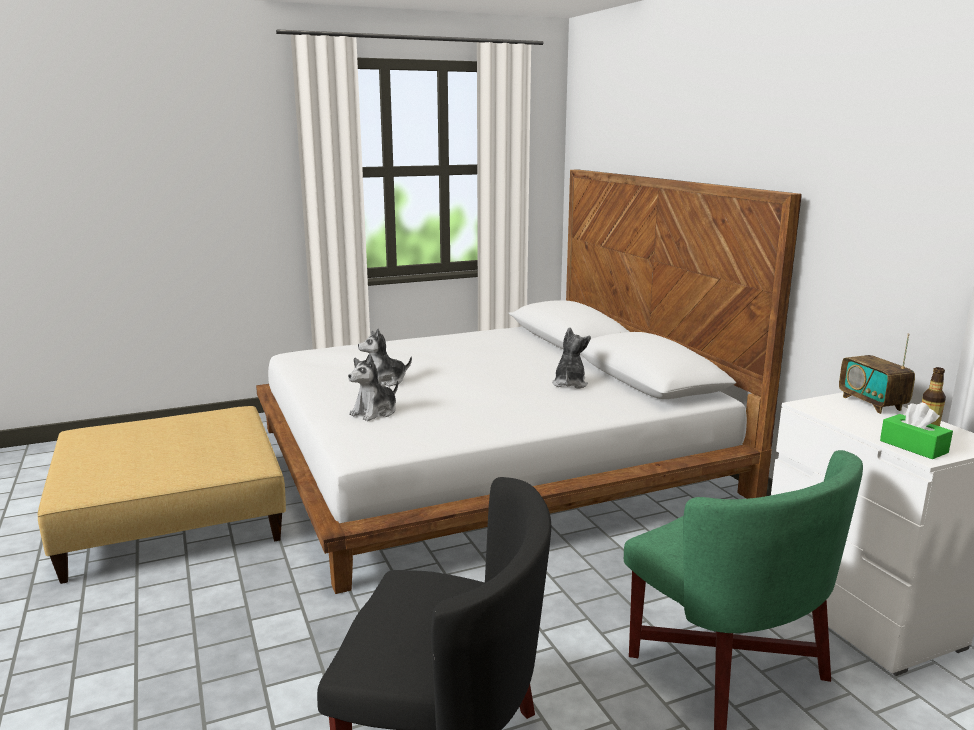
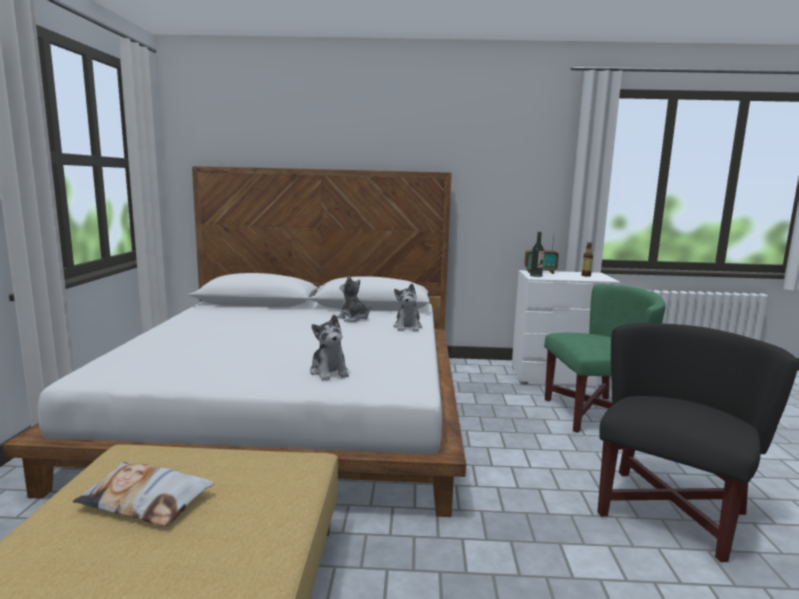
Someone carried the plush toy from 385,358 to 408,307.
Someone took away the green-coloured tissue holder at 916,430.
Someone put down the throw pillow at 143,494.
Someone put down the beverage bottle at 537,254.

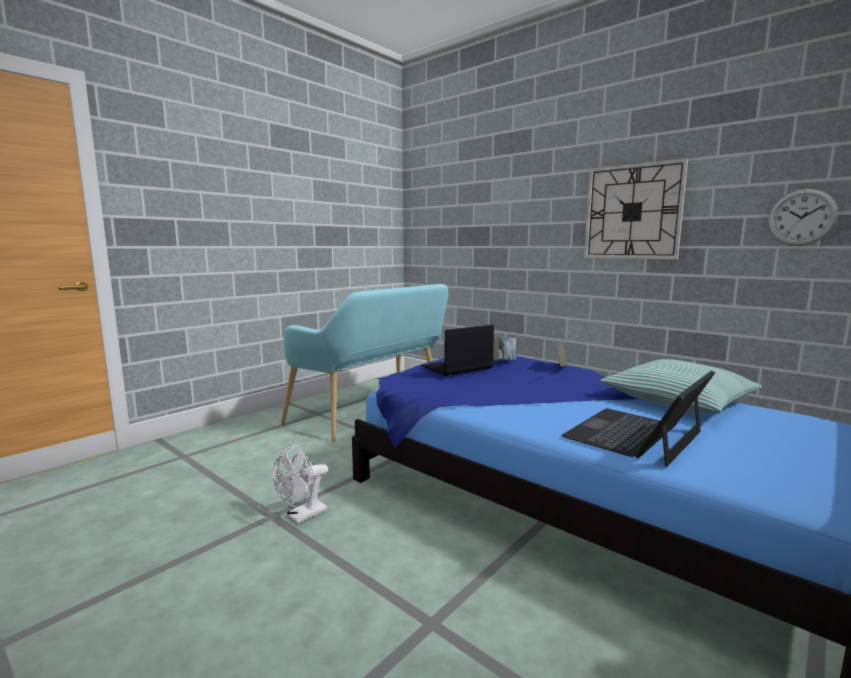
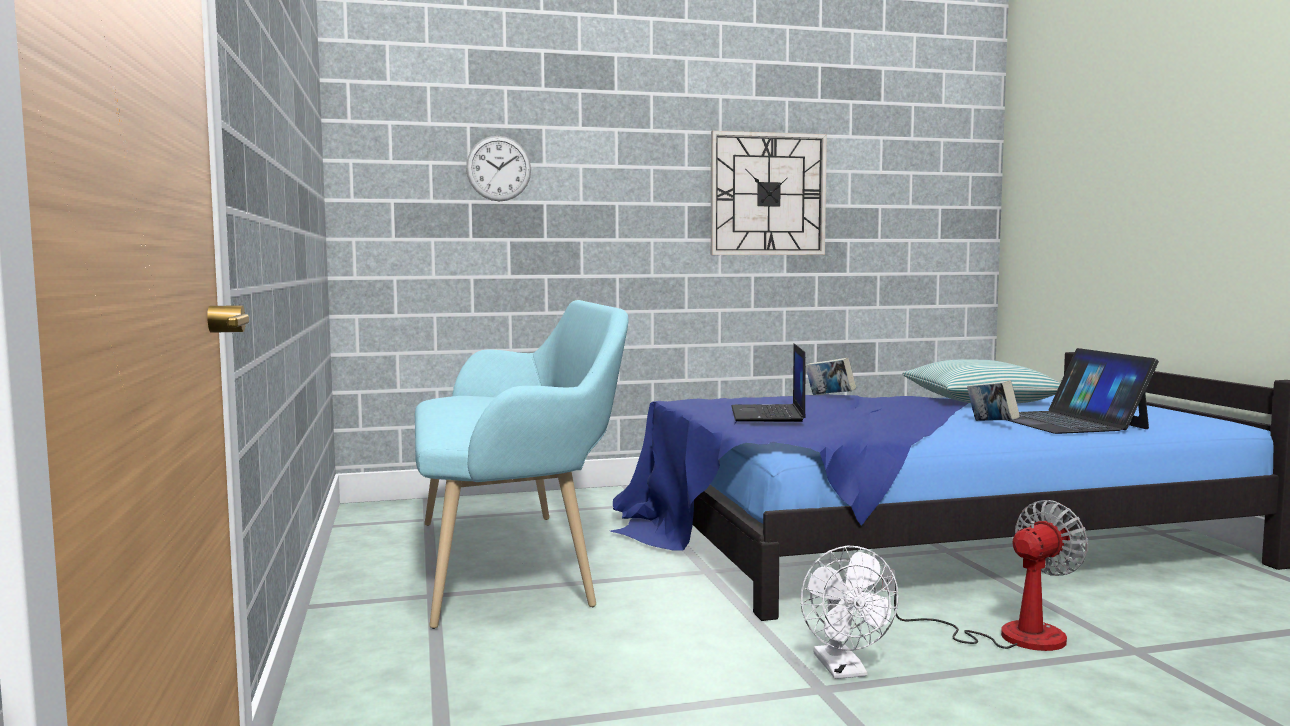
Someone carried the book from 505,349 to 993,400.
Someone carried the wall clock from 803,217 to 498,168.
Someone put down the electric fan at 985,575.

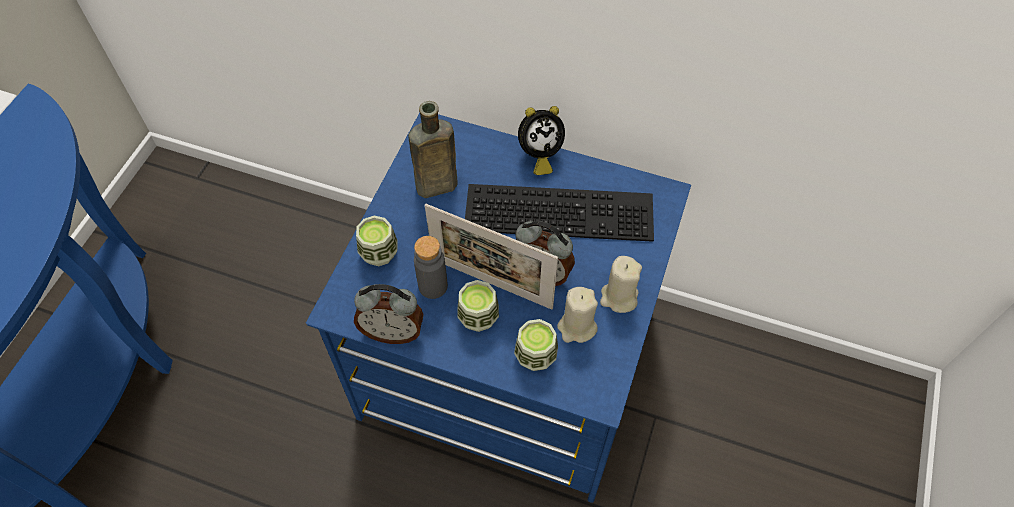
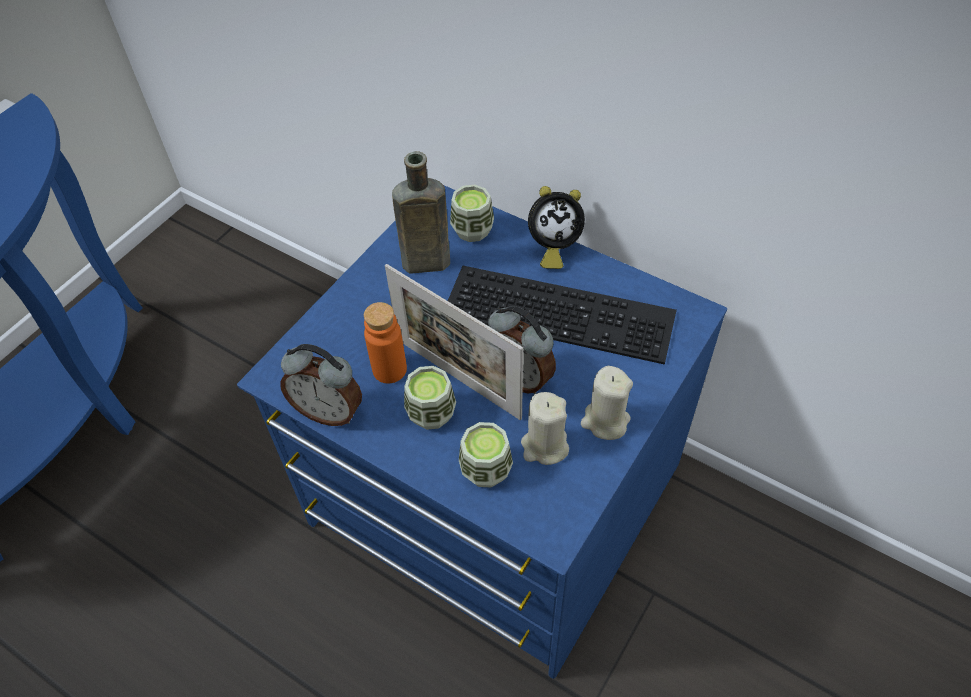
Someone carried the cup from 377,241 to 472,213.
Someone repainted the gray beverage bottle at 431,267, which became the orangey beverage bottle at 385,342.

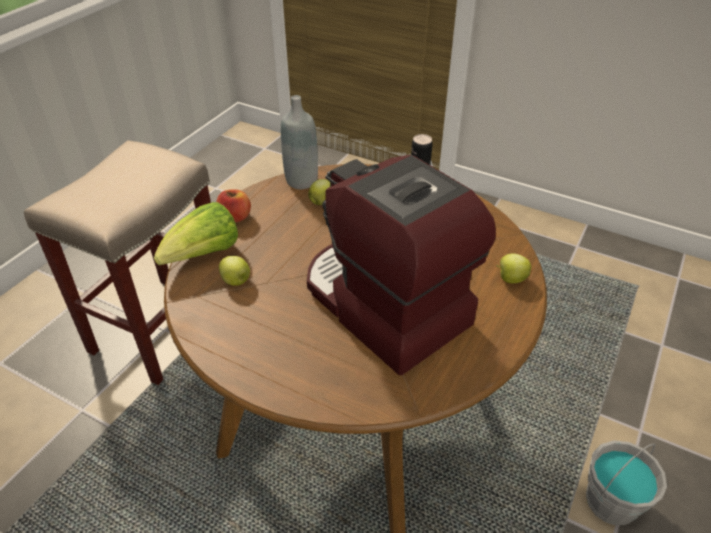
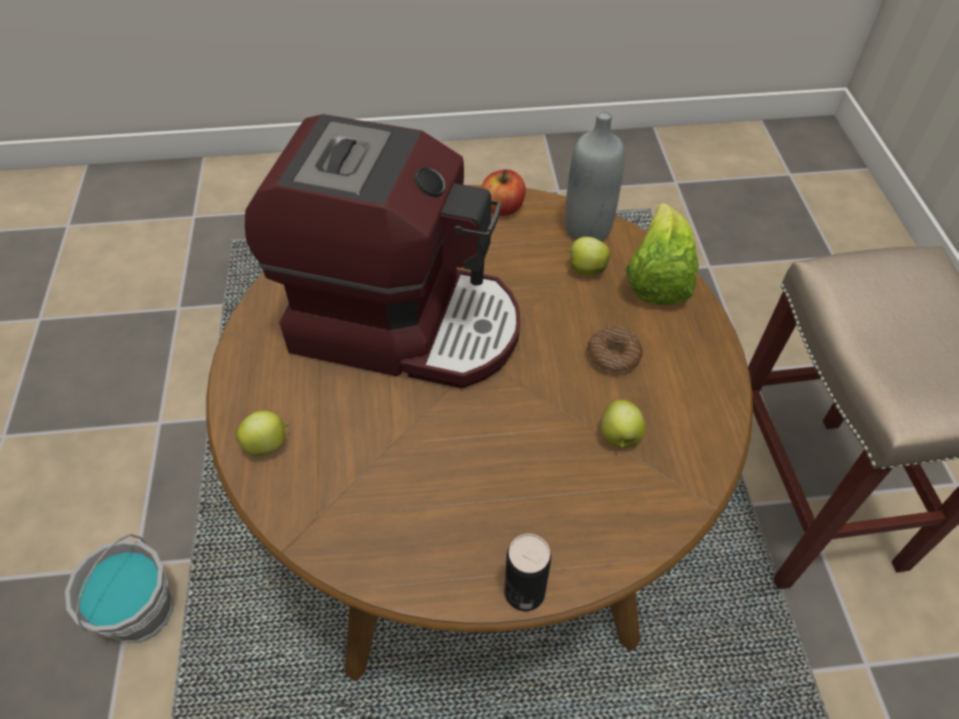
Someone carried the apple fruit from 233,205 to 503,192.
Someone carried the gray beverage bottle from 299,142 to 594,176.
Someone put down the ring doughnut at 615,350.

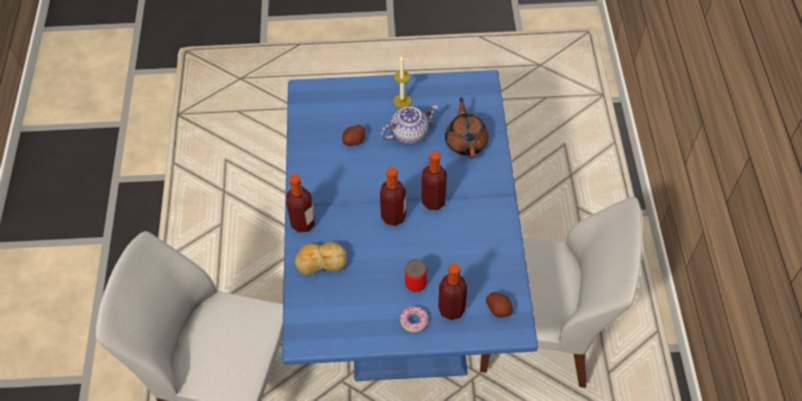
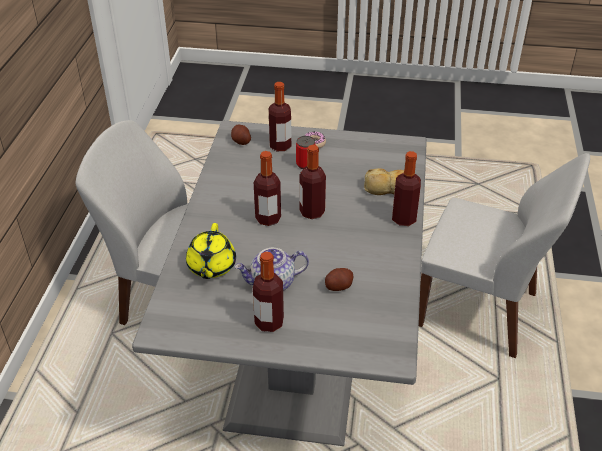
Someone repainted the blue dinner table at 410,225, which became the gray dinner table at 279,283.
Someone swapped the wax candle at 402,81 for the beverage bottle at 268,292.
Someone repainted the brown-coloured teapot at 466,128, which became the yellowish teapot at 211,251.

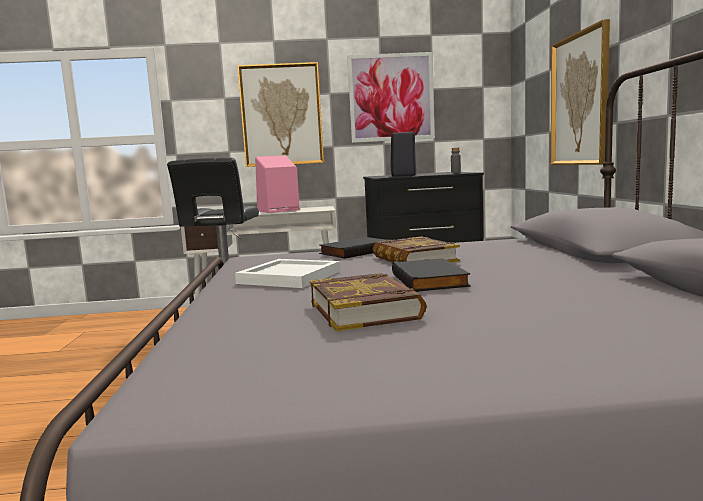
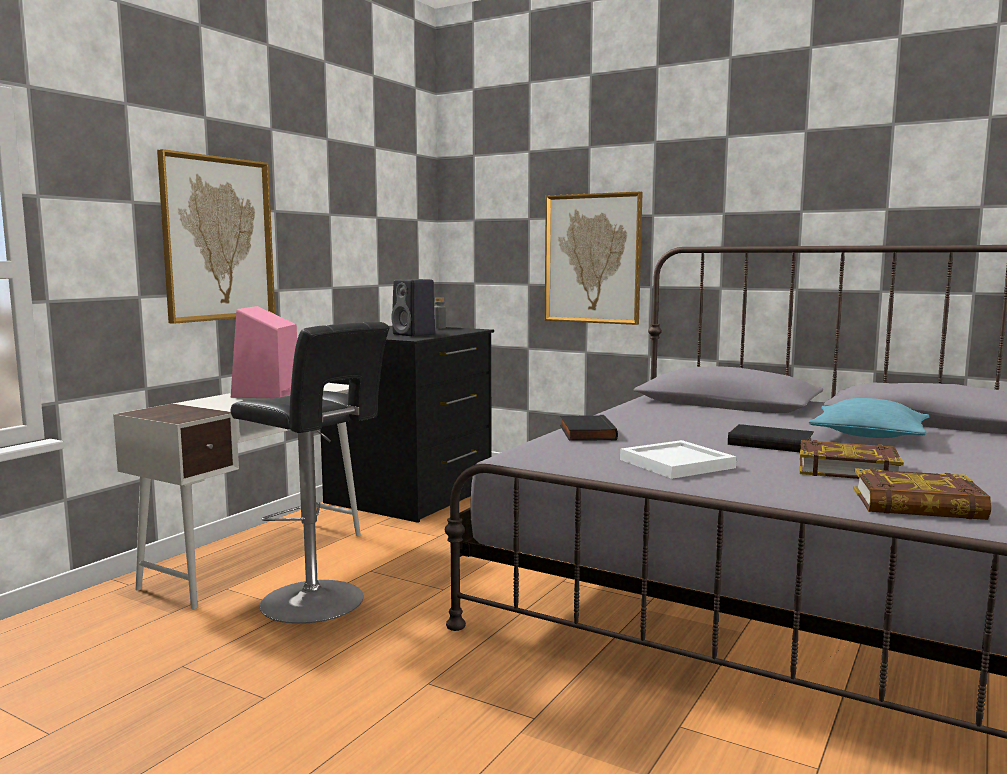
Someone took away the wall art at 391,97.
Someone carried the book from 416,249 to 922,494.
Someone put down the turquoise throw pillow at 869,418.

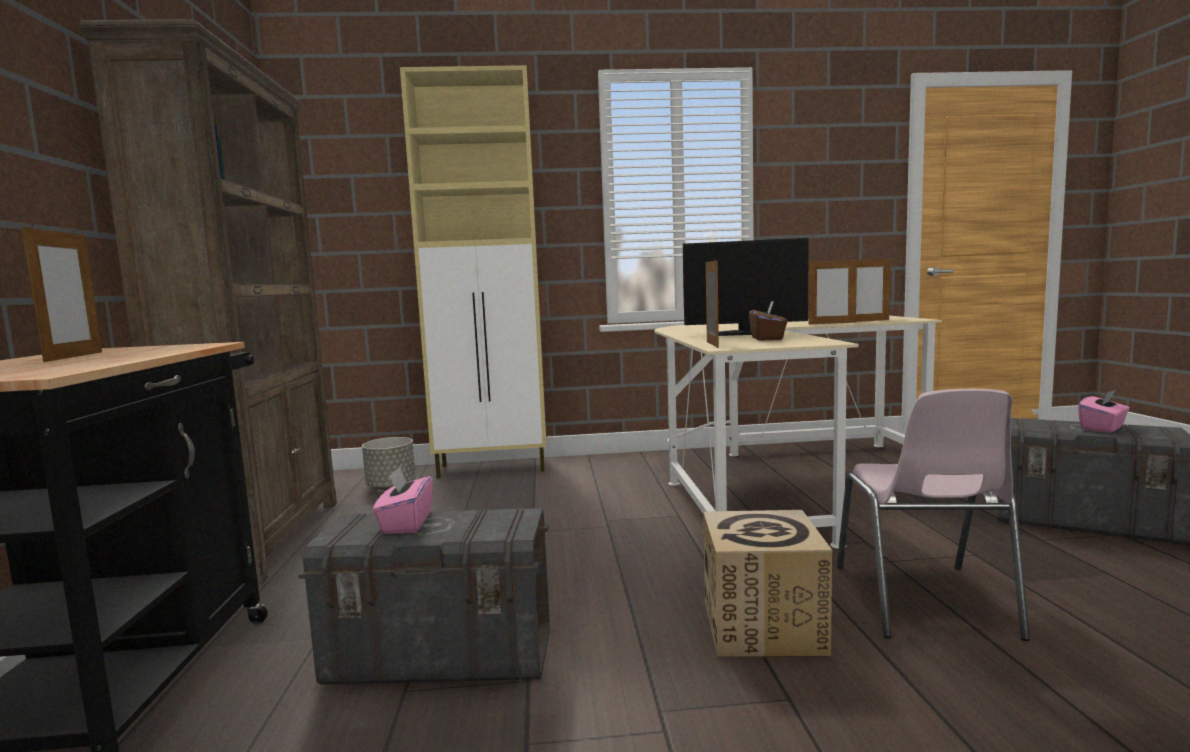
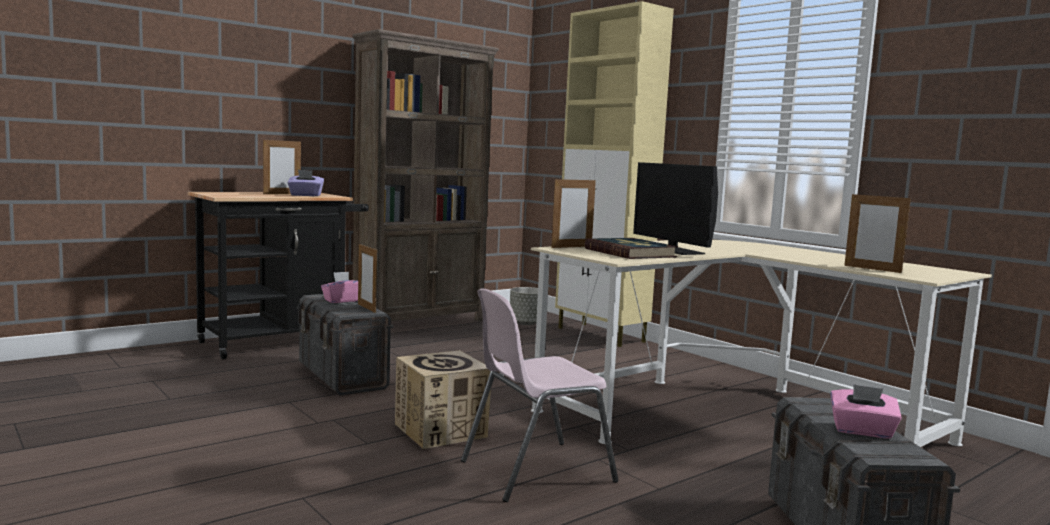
Someone swapped the brown-coloured tissue holder at 768,321 for the book at 631,248.
Someone carried the picture frame from 833,291 to 367,278.
Someone put down the purplish tissue holder at 305,183.

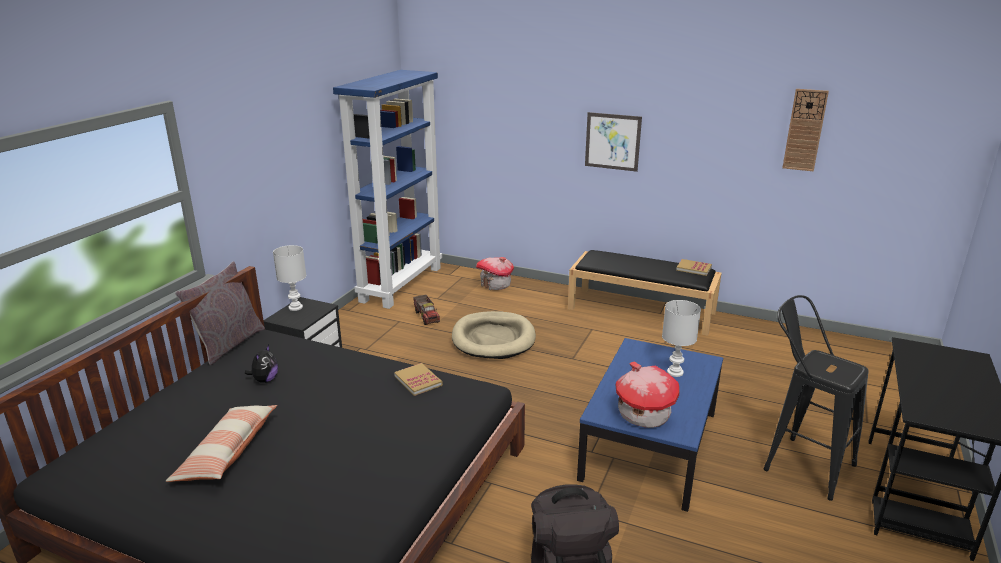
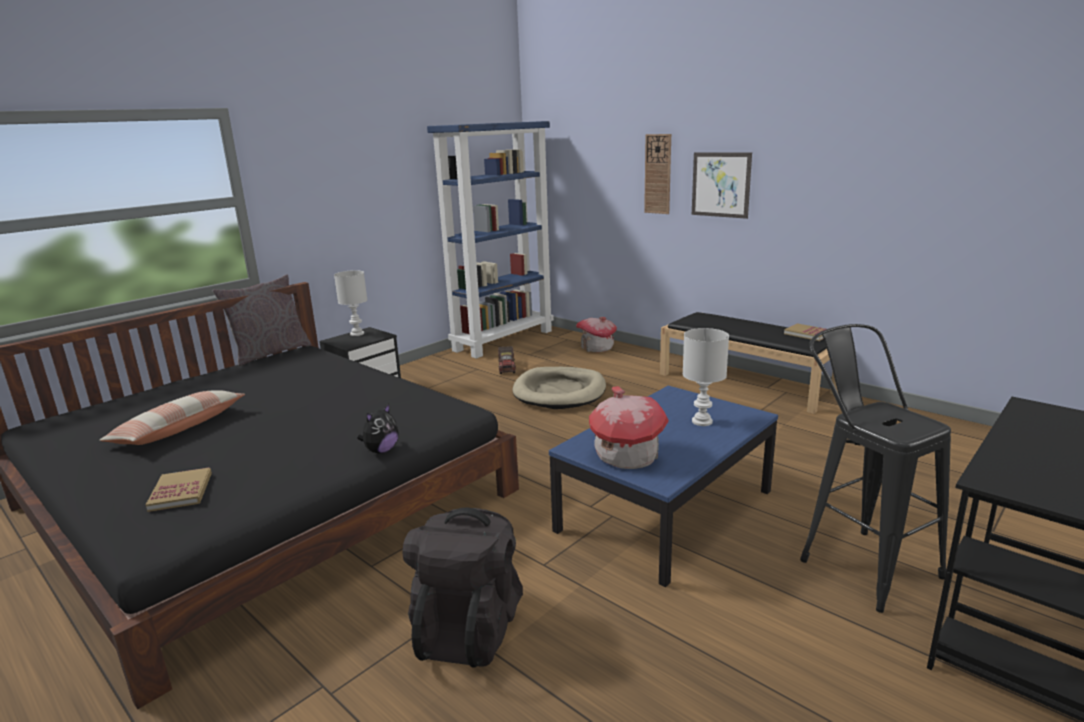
Someone carried the plush toy from 261,364 to 378,429.
Someone carried the book from 418,379 to 179,490.
Someone carried the wall clock from 805,130 to 657,174.

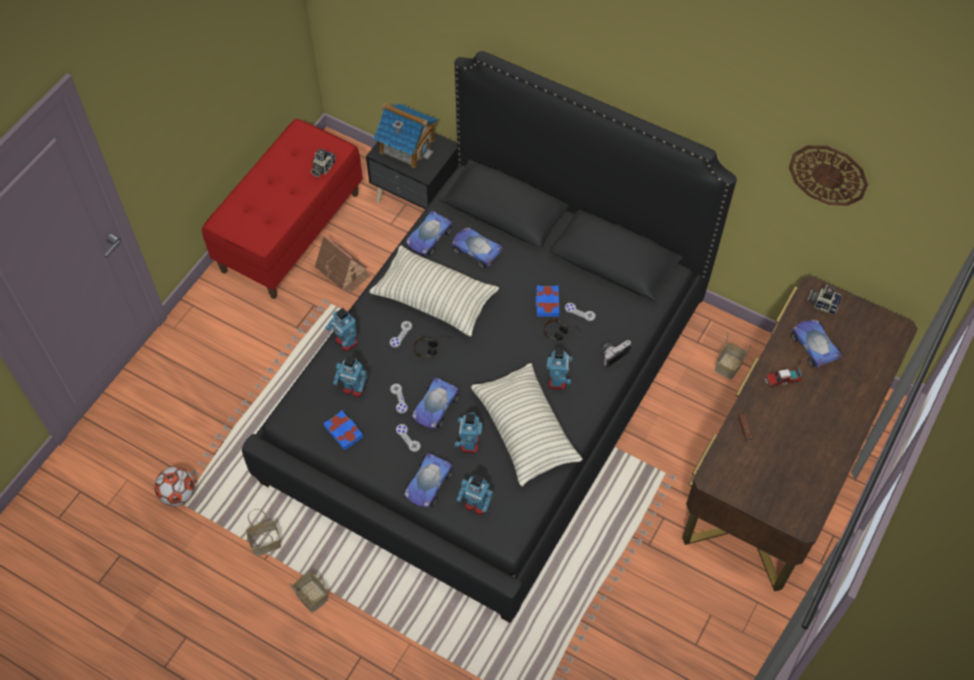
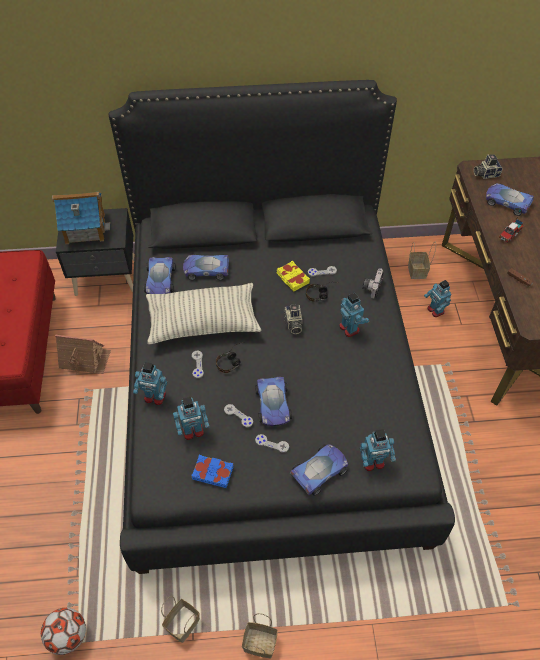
Someone carried the still camera from 323,162 to 293,319.
Someone rotated the model car at 428,480 by 120 degrees counterclockwise.
Someone carried the model robot from 468,432 to 437,298.
Someone took away the throw pillow at 527,425.
Someone repainted the blue book at 547,301, which became the yellowish book at 293,276.
Someone took away the wall clock at 828,175.

